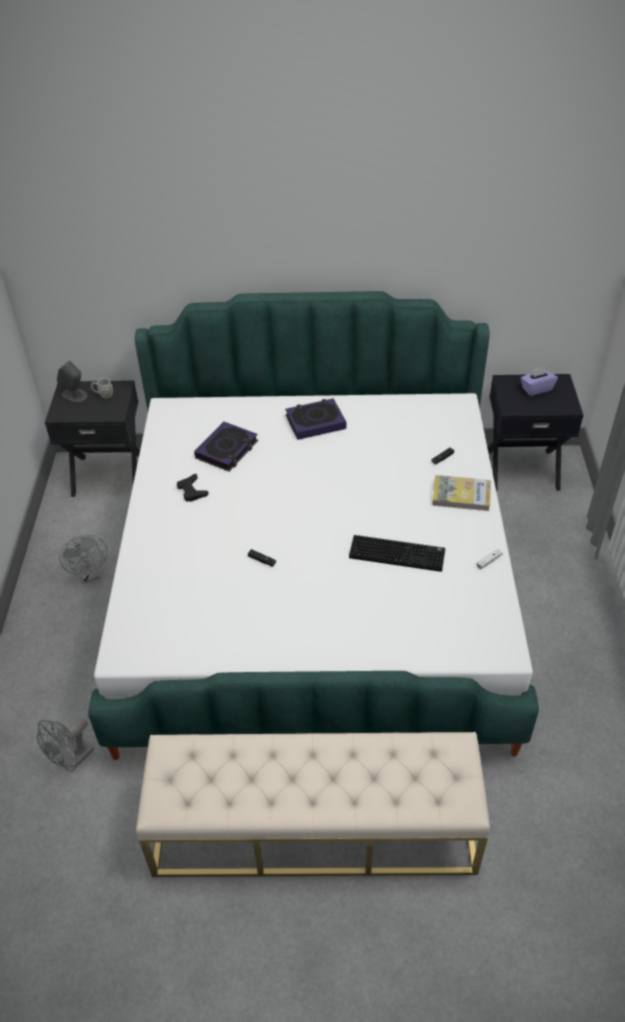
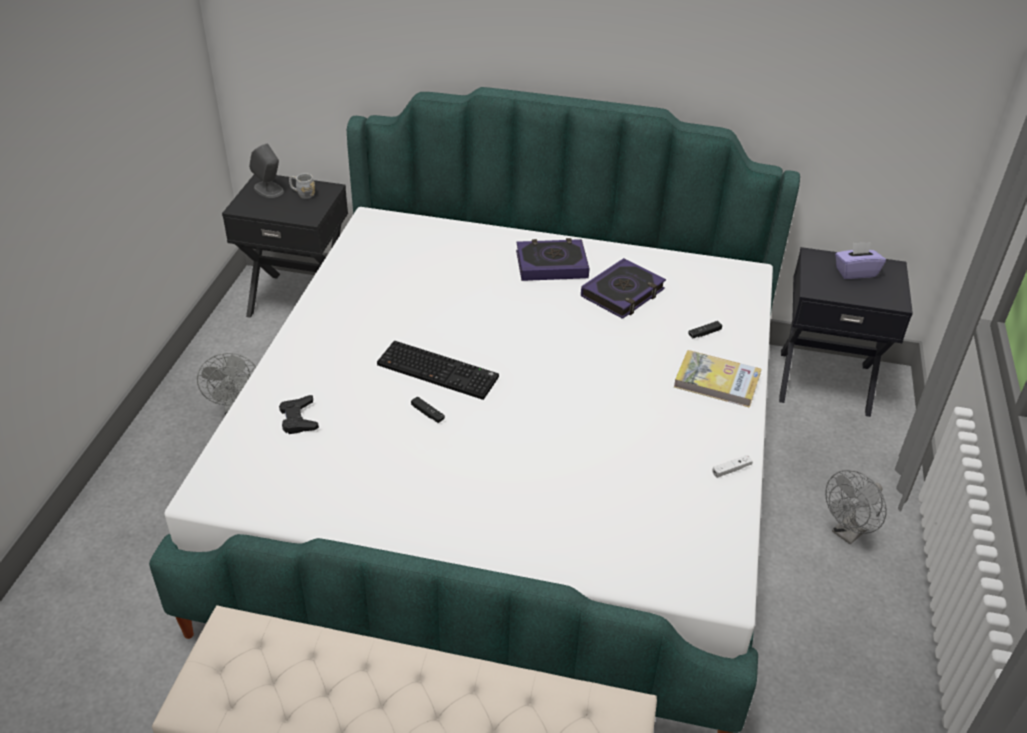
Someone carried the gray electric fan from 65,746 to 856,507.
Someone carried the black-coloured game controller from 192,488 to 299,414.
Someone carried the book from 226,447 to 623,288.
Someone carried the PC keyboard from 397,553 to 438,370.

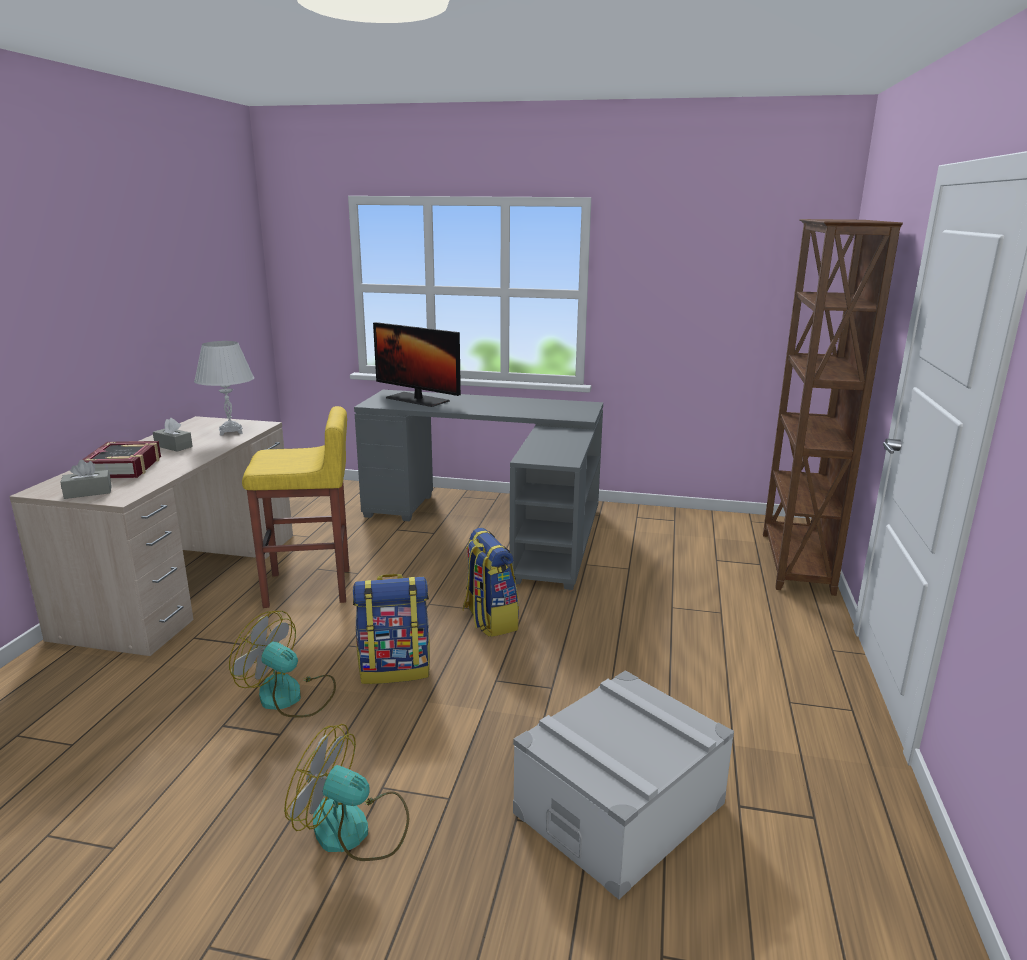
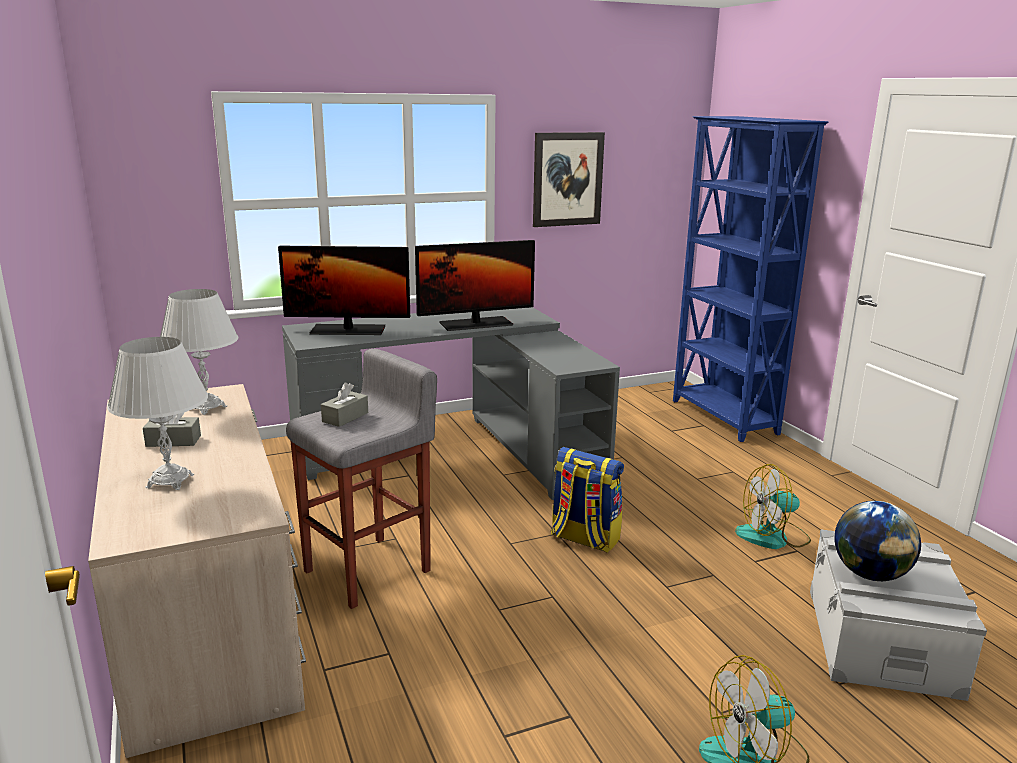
Someone carried the gray tissue holder from 86,479 to 344,404.
Someone swapped the book at 121,459 for the white table lamp at 157,413.
Someone carried the electric fan from 282,664 to 773,506.
Someone repainted the yellowish sitting stool at 295,507, which became the gray sitting stool at 361,479.
Someone took away the rucksack at 391,629.
Someone repainted the brown-coloured bookshelf at 833,407, which became the blue bookshelf at 750,279.
Someone put down the computer display at 475,285.
Someone put up the wall art at 569,179.
Someone put down the globe at 877,541.

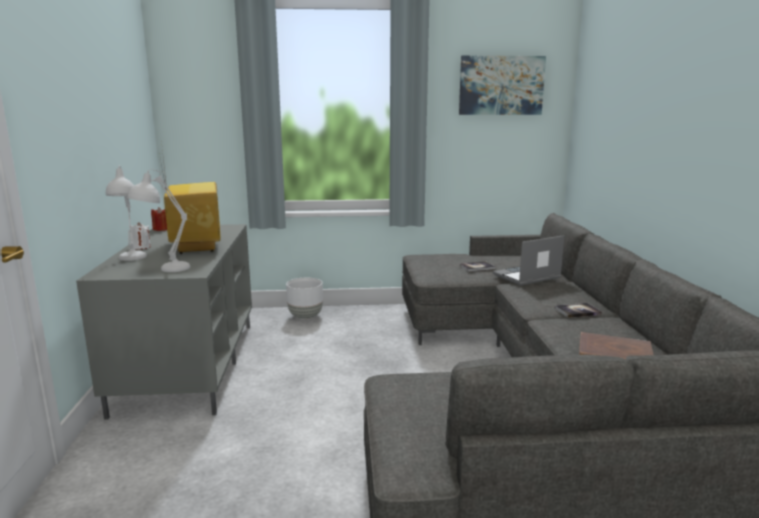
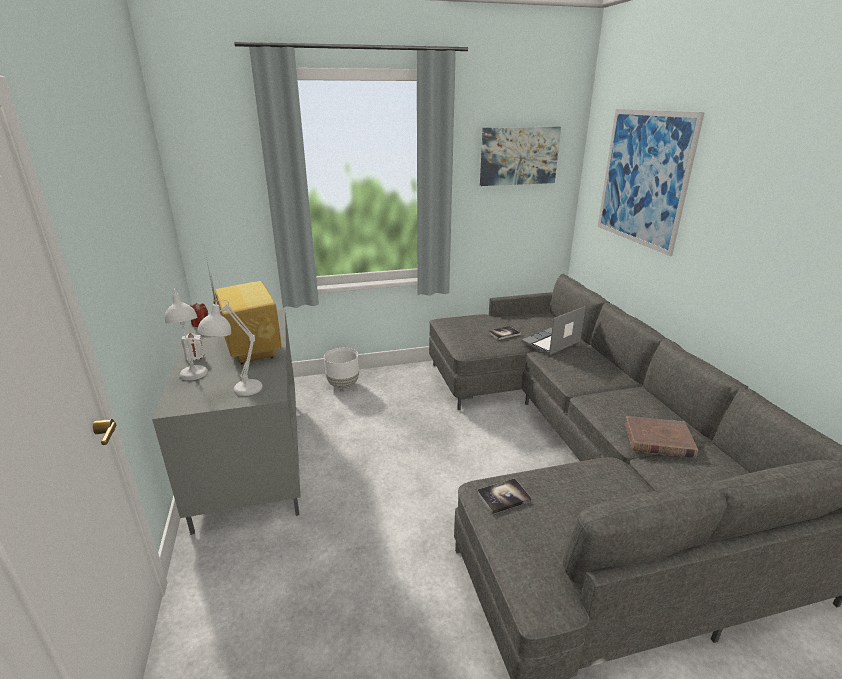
Someone carried the book from 578,310 to 504,496.
Someone put up the wall art at 651,182.

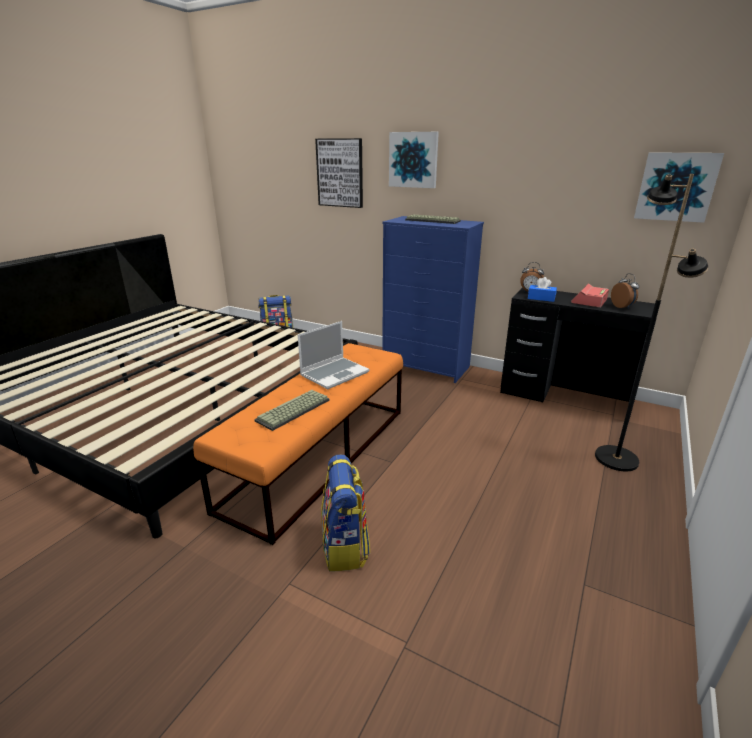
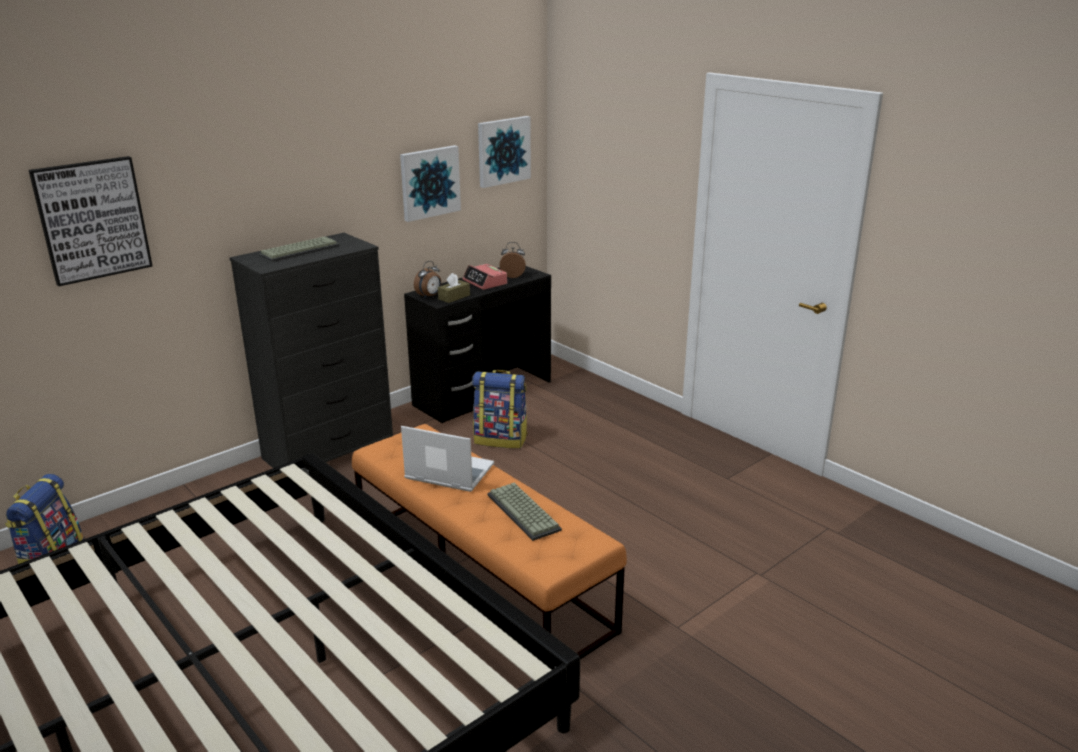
Someone rotated the laptop at 334,355 by 45 degrees counterclockwise.
Someone carried the rucksack from 345,513 to 500,409.
Someone repainted the blue dresser at 433,299, which became the black-coloured dresser at 311,350.
Someone carried the wall art from 414,160 to 430,183.
Someone repainted the blue tissue holder at 542,289, which became the brown-coloured tissue holder at 454,288.
Someone took away the black-coloured floor lamp at 652,322.

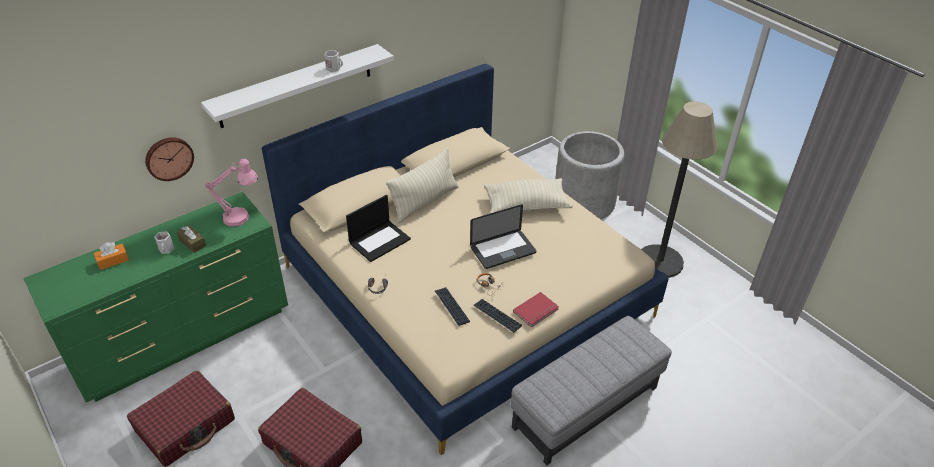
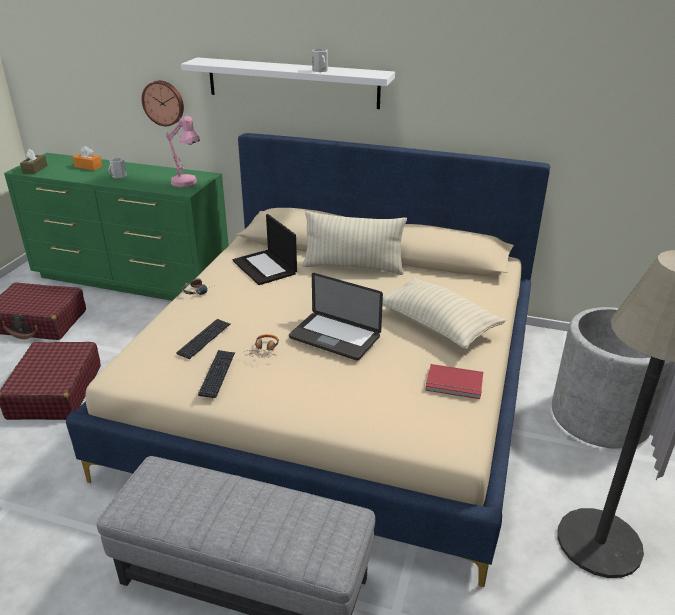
Someone carried the brown-coloured tissue holder from 191,239 to 33,161.
Someone rotated the laptop at 378,228 by 45 degrees clockwise.
Someone carried the red book from 536,309 to 454,381.

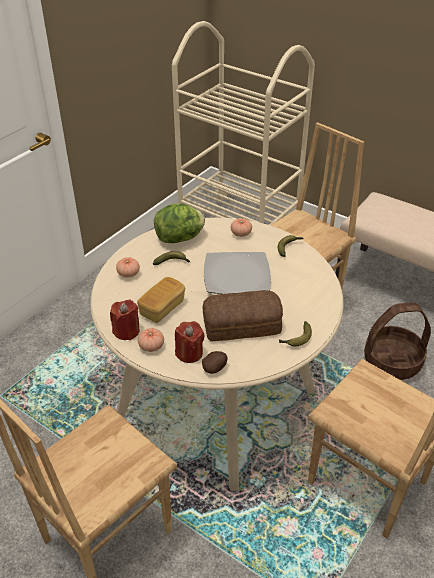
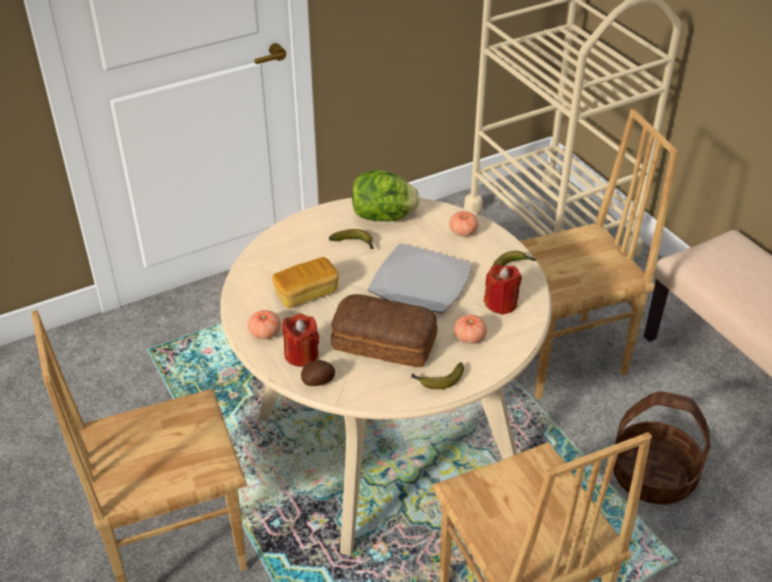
Someone carried the red wax candle from 125,319 to 503,289.
Someone carried the tomato from 128,267 to 470,329.

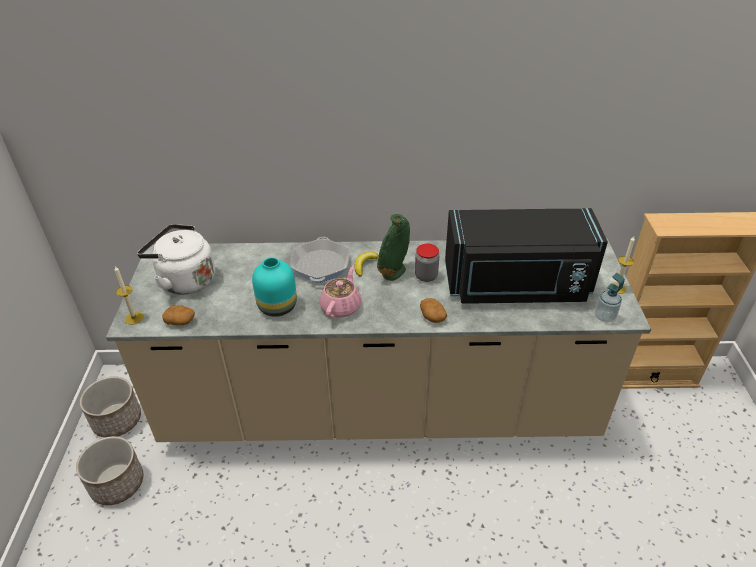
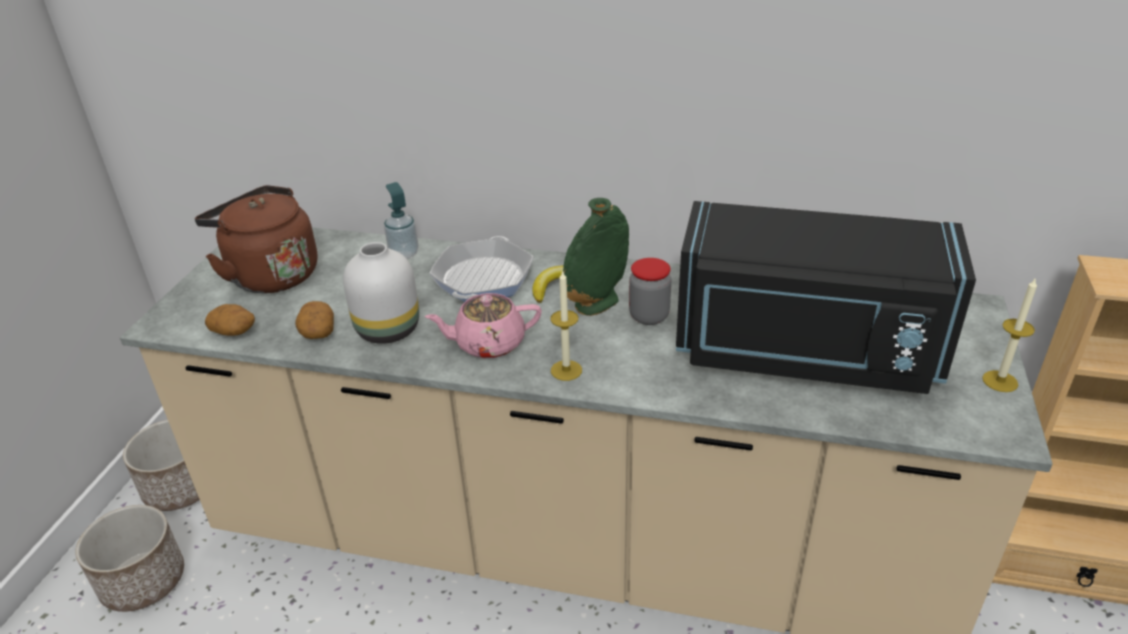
Someone carried the wax candle from 129,295 to 566,325.
Someone repainted the white water kettle at 176,259, which became the brown-coloured water kettle at 256,239.
Someone repainted the turquoise decorative vase at 274,287, which became the white decorative vase at 381,293.
Someone rotated the pinkish teapot at 340,292 by 135 degrees counterclockwise.
Someone carried the spud from 433,310 to 314,320.
Someone carried the soap dispenser from 610,297 to 401,220.

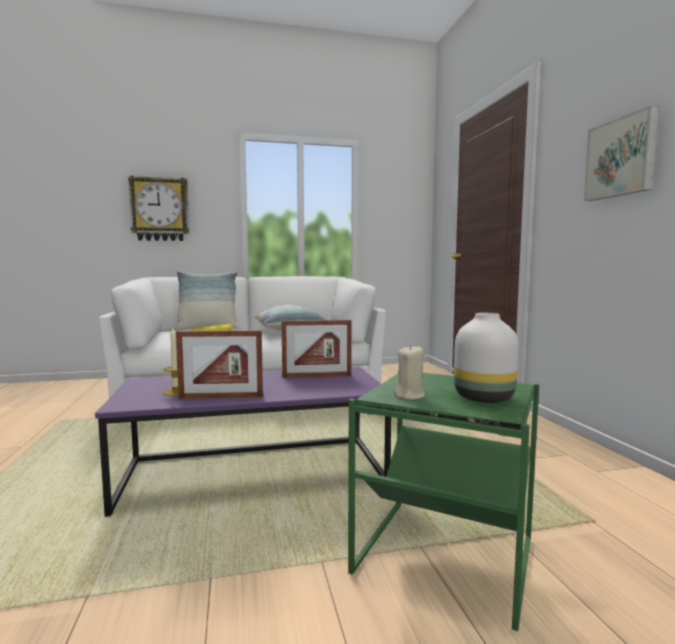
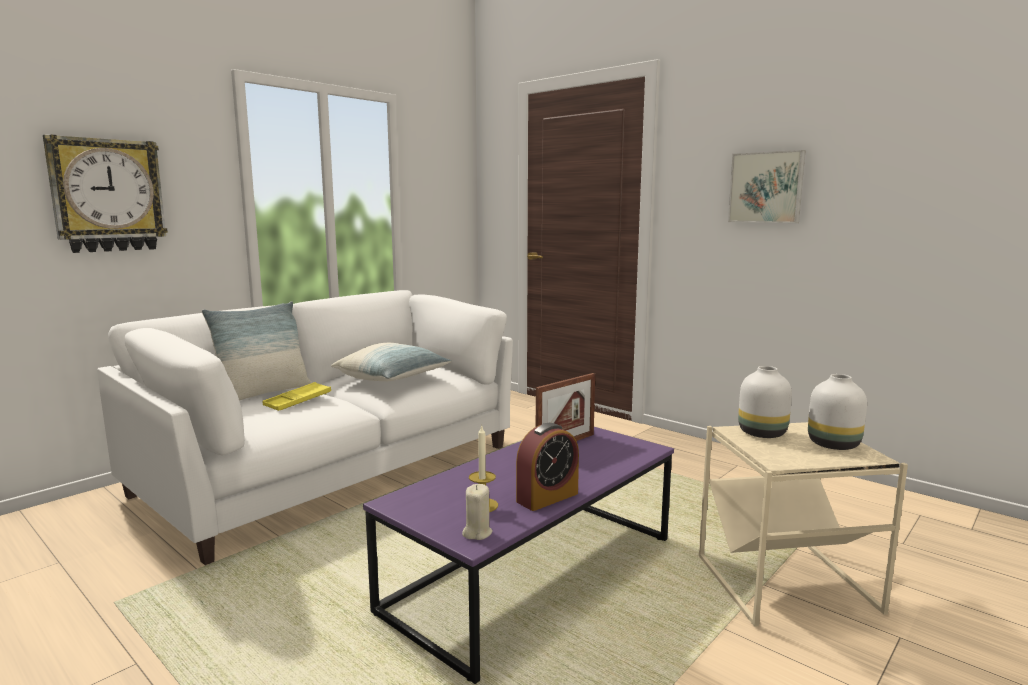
Someone swapped the picture frame at 219,364 for the alarm clock at 547,467.
Someone repainted the green-coloured accent table at 443,500, which became the beige-coloured accent table at 803,524.
Someone carried the beige-coloured wax candle from 409,372 to 477,512.
Someone put down the white decorative vase at 765,402.

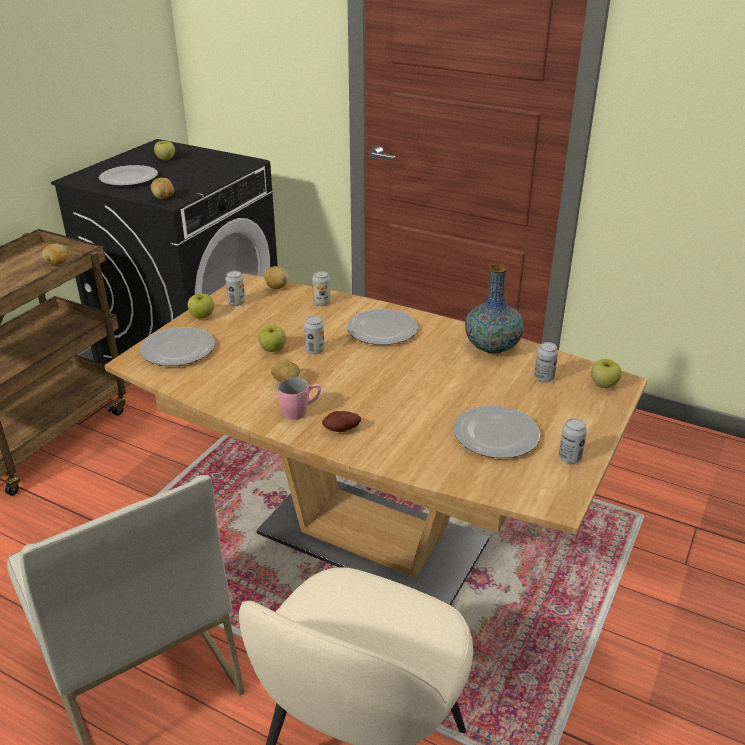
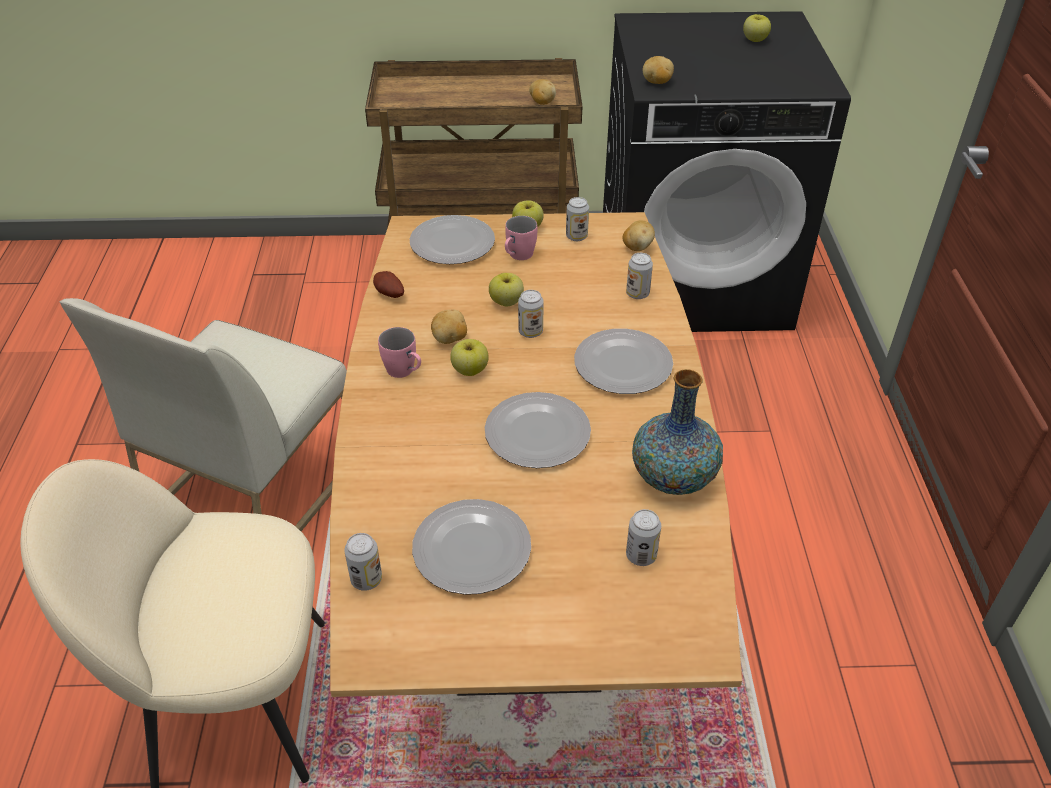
Someone carried the dinner plate from 128,175 to 537,430.
Someone carried the spud from 341,421 to 388,284.
Someone carried the metal can from 573,441 to 363,562.
Someone carried the apple fruit from 606,373 to 469,357.
Someone put down the pinkish mug at 521,238.

